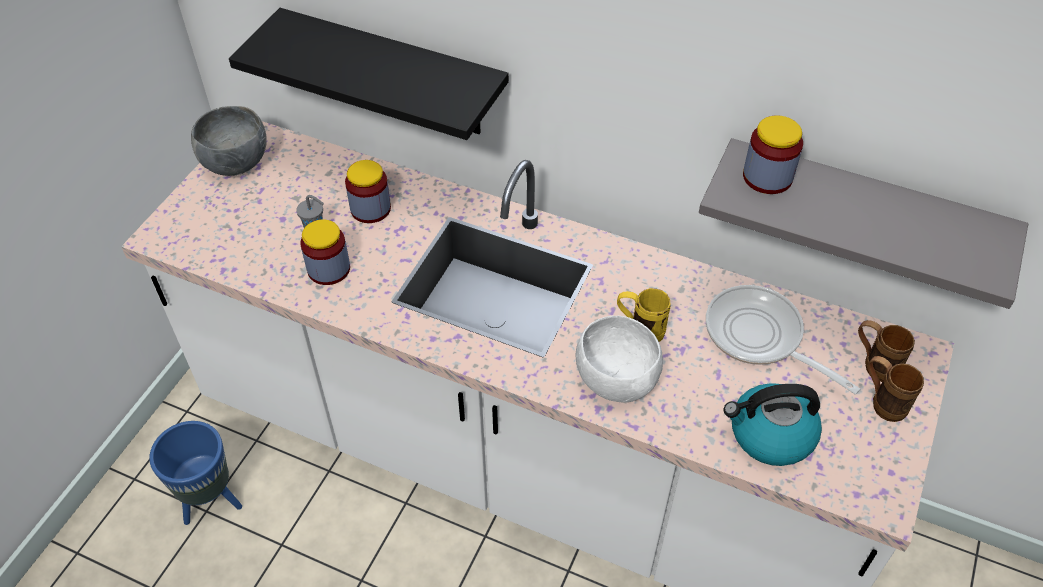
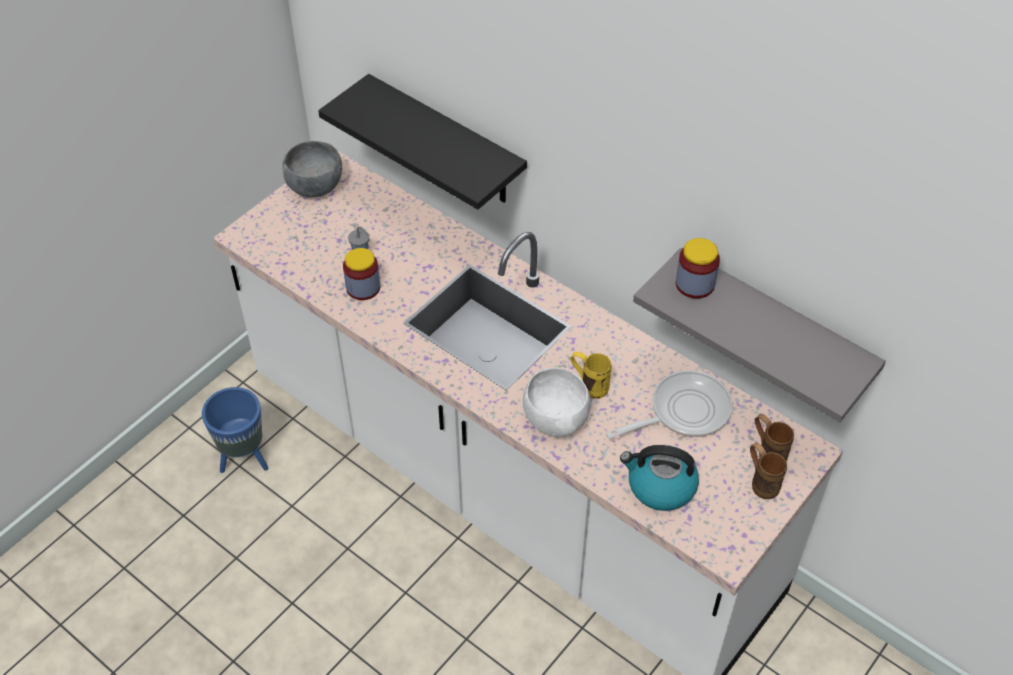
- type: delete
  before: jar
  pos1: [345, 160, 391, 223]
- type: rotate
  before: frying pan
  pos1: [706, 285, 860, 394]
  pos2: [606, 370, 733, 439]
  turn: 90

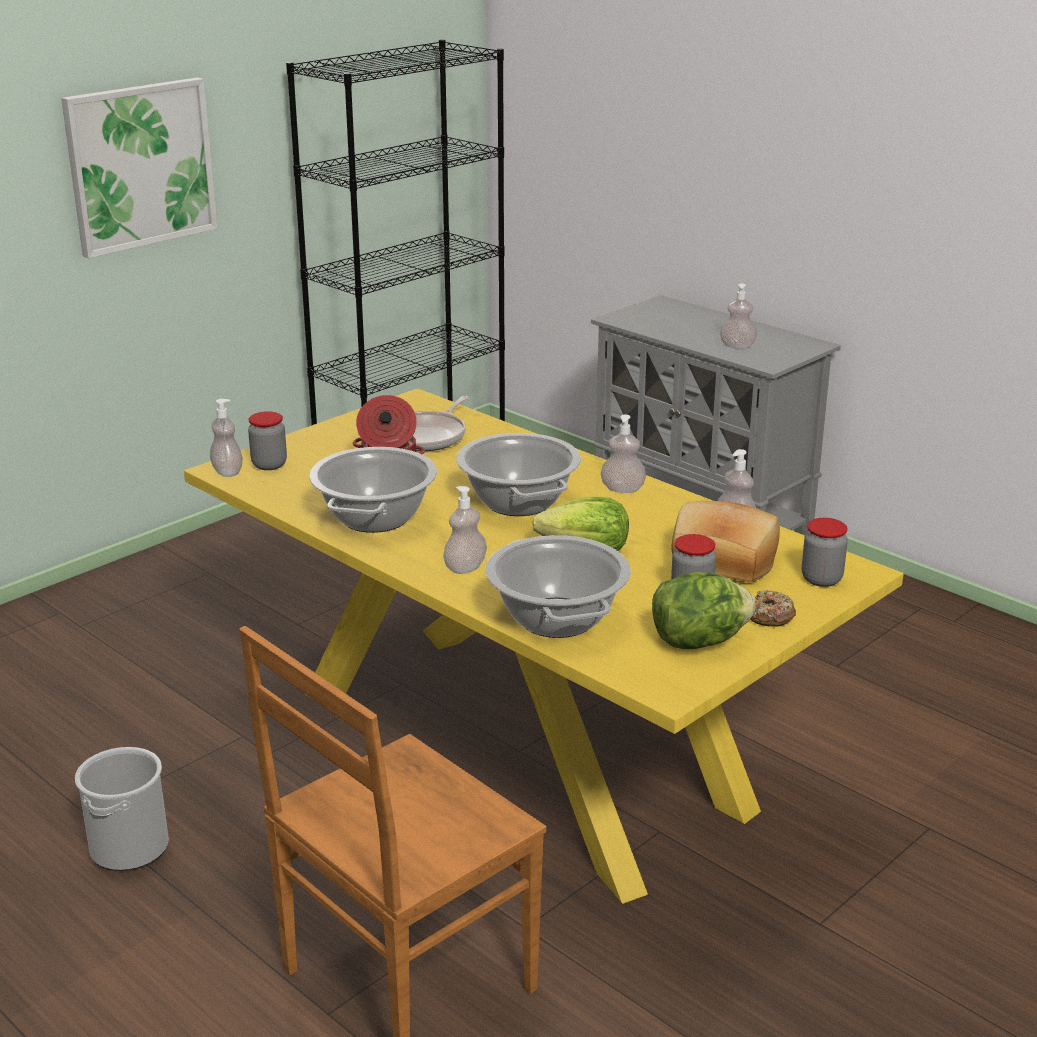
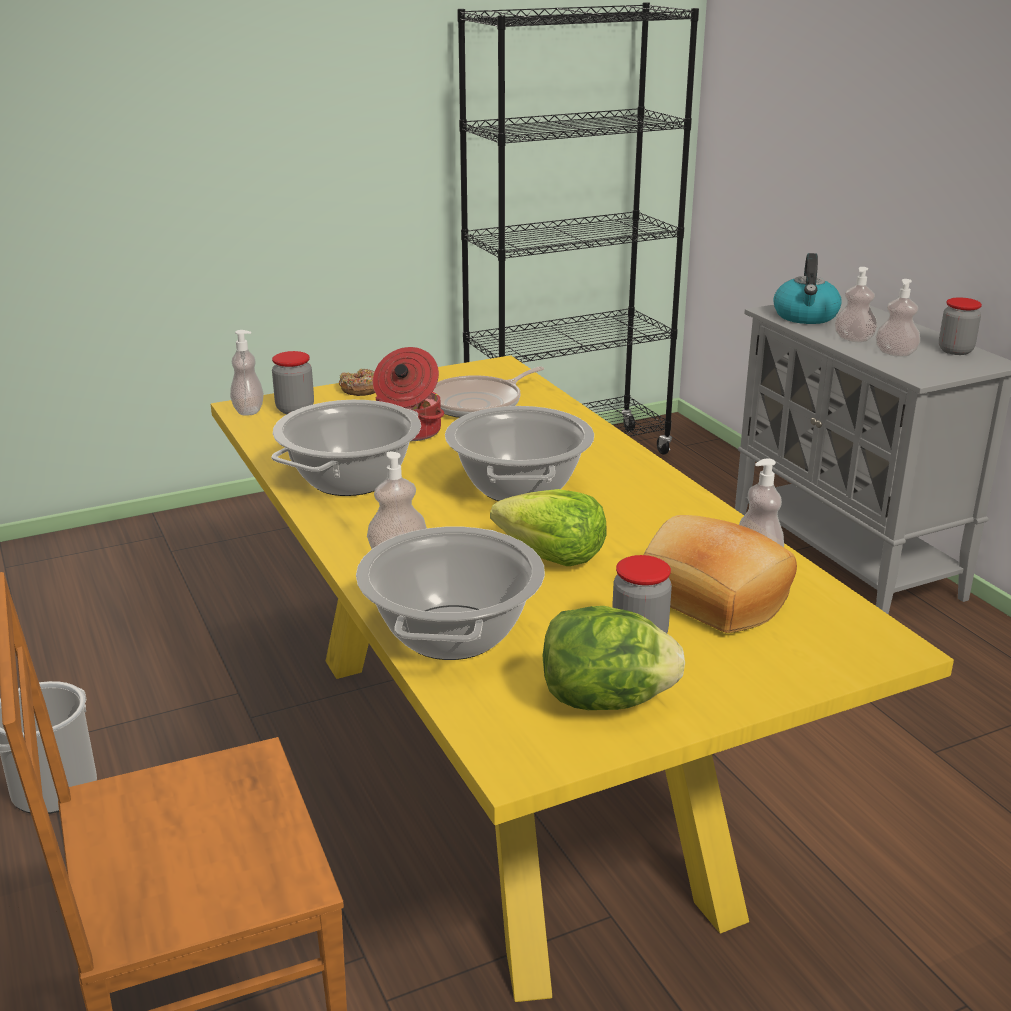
- type: delete
  before: picture
  pos1: [61, 77, 218, 258]
- type: move
  before: soap dispenser
  pos1: [601, 415, 646, 493]
  pos2: [834, 267, 877, 342]
- type: move
  before: donut
  pos1: [750, 590, 796, 627]
  pos2: [339, 369, 375, 396]
- type: move
  before: jar
  pos1: [802, 518, 848, 587]
  pos2: [939, 297, 982, 355]
- type: insert
  after: kettle
  pos2: [773, 253, 842, 324]

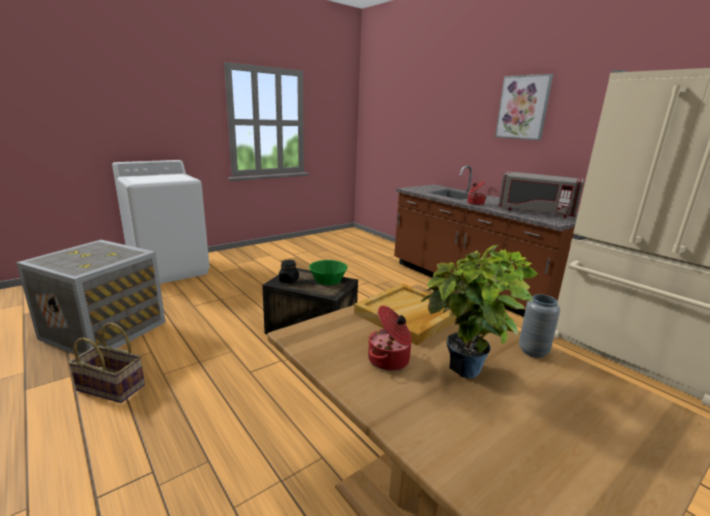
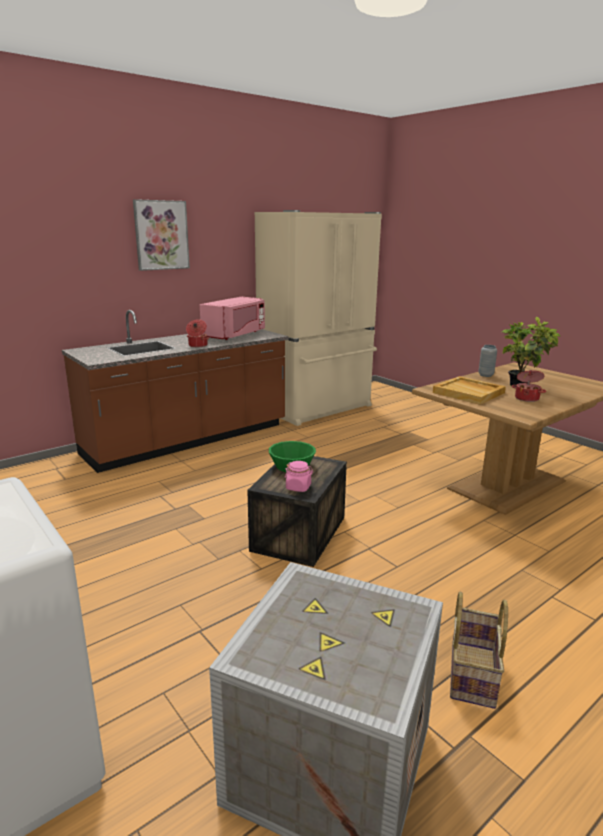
- type: recolor
  before: black jar
  after: pink jar
  pos1: [278, 260, 299, 283]
  pos2: [285, 461, 313, 492]
- type: recolor
  before: grey microwave
  after: pink microwave
  pos1: [498, 172, 584, 218]
  pos2: [200, 297, 265, 340]

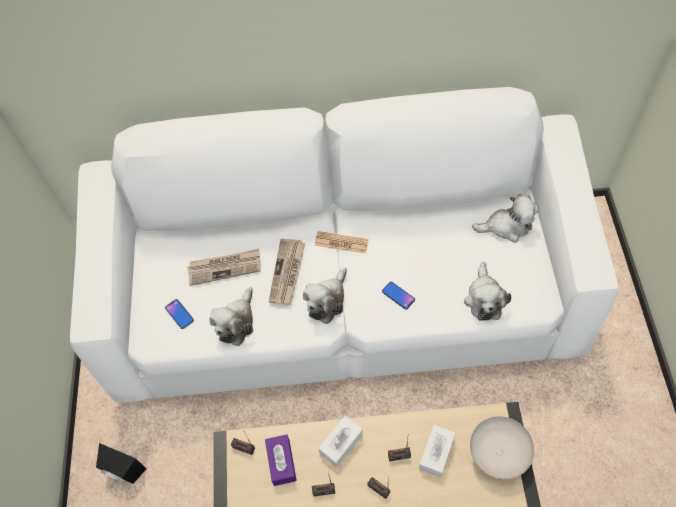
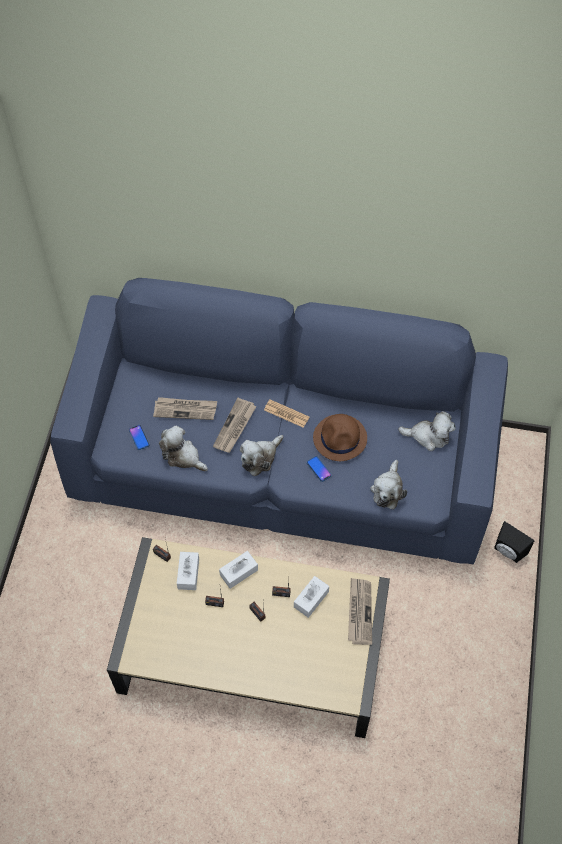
- type: recolor
  before: white sofa
  after: blue sofa
  pos1: [70, 87, 618, 402]
  pos2: [50, 278, 508, 565]
- type: move
  before: black speaker
  pos1: [96, 443, 146, 484]
  pos2: [494, 521, 534, 563]
- type: rotate
  before: plush toy
  pos1: [209, 287, 253, 346]
  pos2: [159, 426, 208, 471]
  turn: 90
- type: recolor
  before: purple tissue box
  after: white tissue box
  pos1: [265, 434, 297, 486]
  pos2: [177, 552, 199, 590]
- type: replace
  before: white bowl
  after: newspaper
  pos1: [470, 416, 534, 480]
  pos2: [348, 578, 372, 645]
- type: insert
  after: brown hat
  pos2: [313, 414, 367, 461]

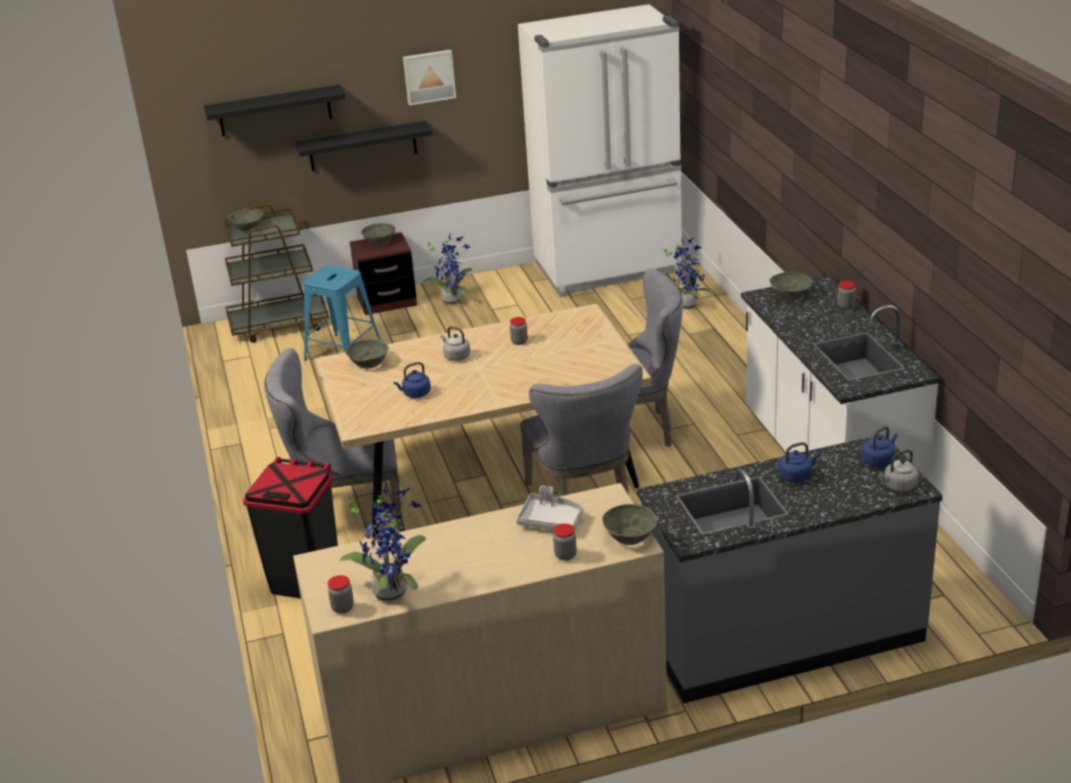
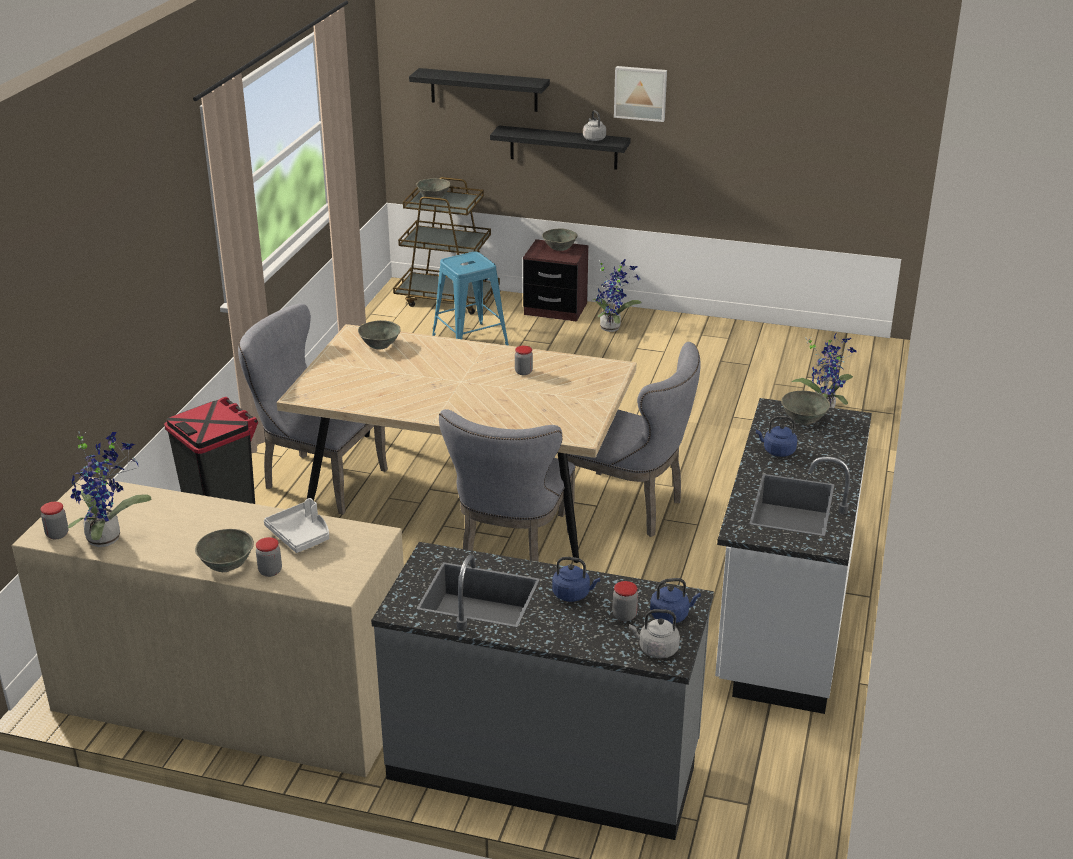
- type: move
  before: blue kettle
  pos1: [394, 362, 431, 398]
  pos2: [756, 416, 797, 457]
- type: move
  before: grey kettle
  pos1: [441, 326, 470, 361]
  pos2: [583, 110, 606, 141]
- type: delete
  before: white fridge
  pos1: [518, 4, 682, 297]
- type: move
  before: grey bowl
  pos1: [602, 504, 657, 545]
  pos2: [195, 529, 254, 572]
- type: move
  before: jar
  pos1: [837, 281, 856, 309]
  pos2: [613, 581, 638, 621]

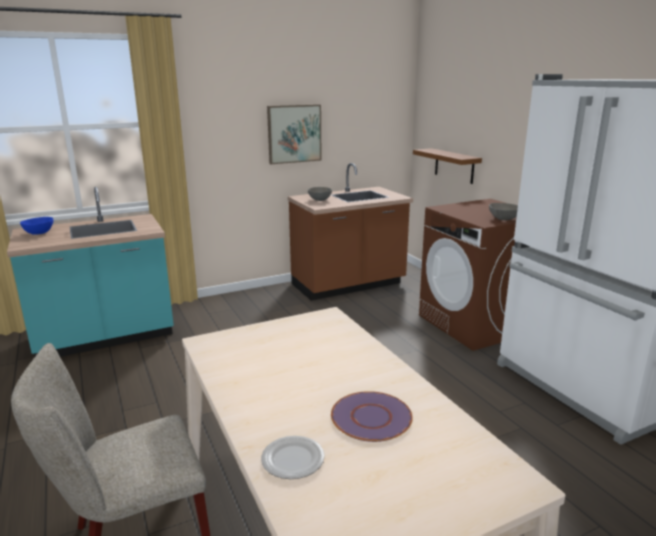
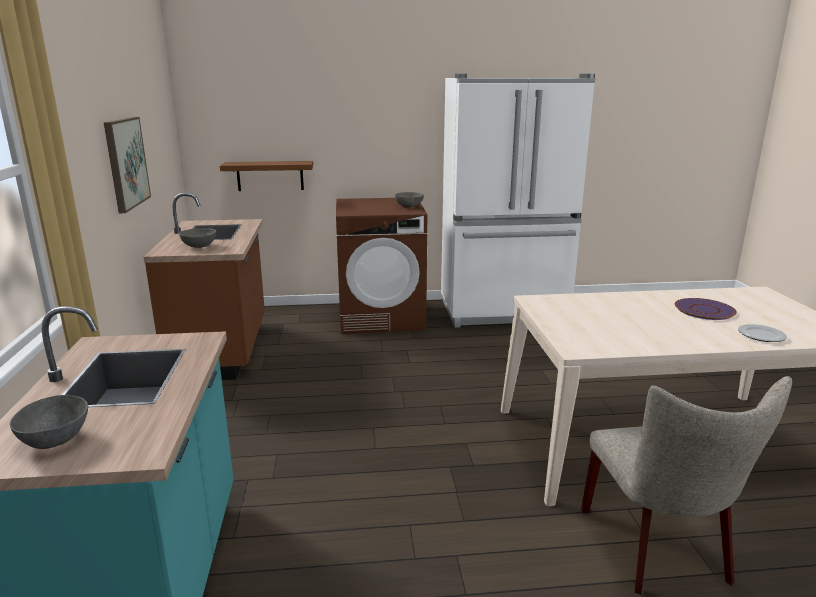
- type: recolor
  before: blue bowl
  after: grey bowl
  pos1: [20, 217, 53, 235]
  pos2: [10, 395, 88, 449]

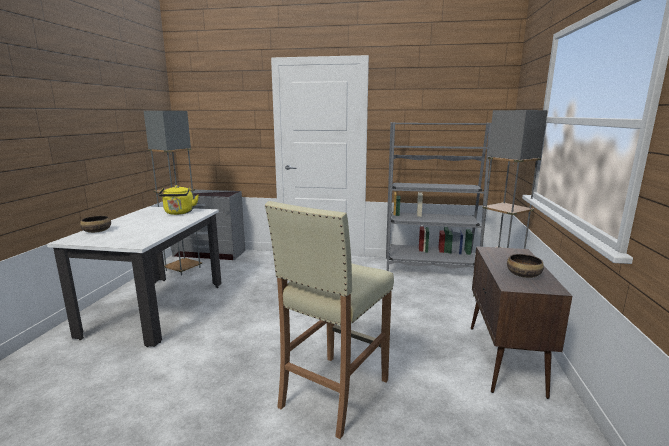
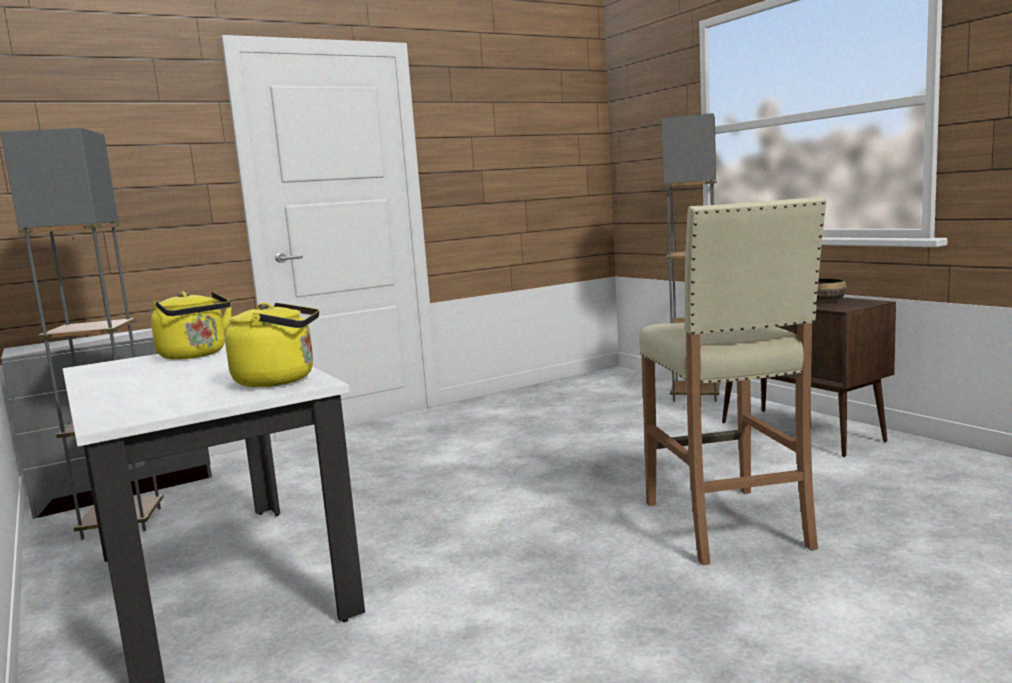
- type: delete
  before: bowl
  pos1: [80, 216, 111, 233]
- type: delete
  before: grey bookcase
  pos1: [386, 122, 492, 271]
- type: insert
  after: yellow kettle
  pos2: [225, 303, 319, 387]

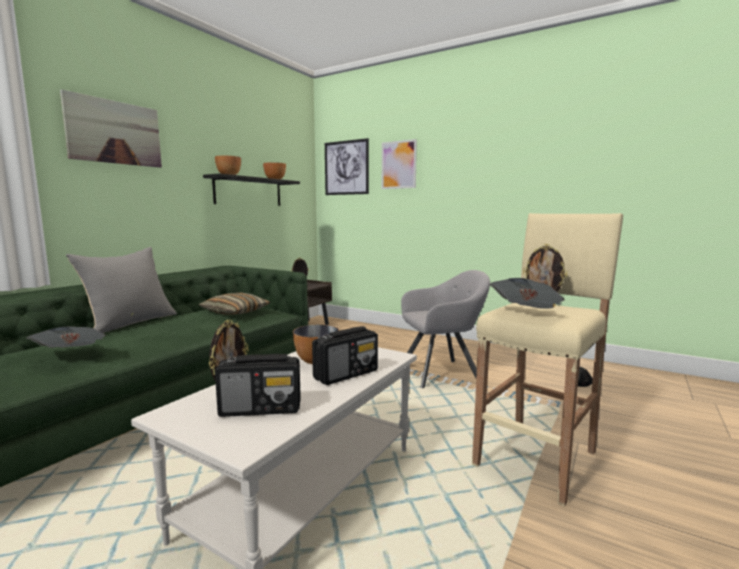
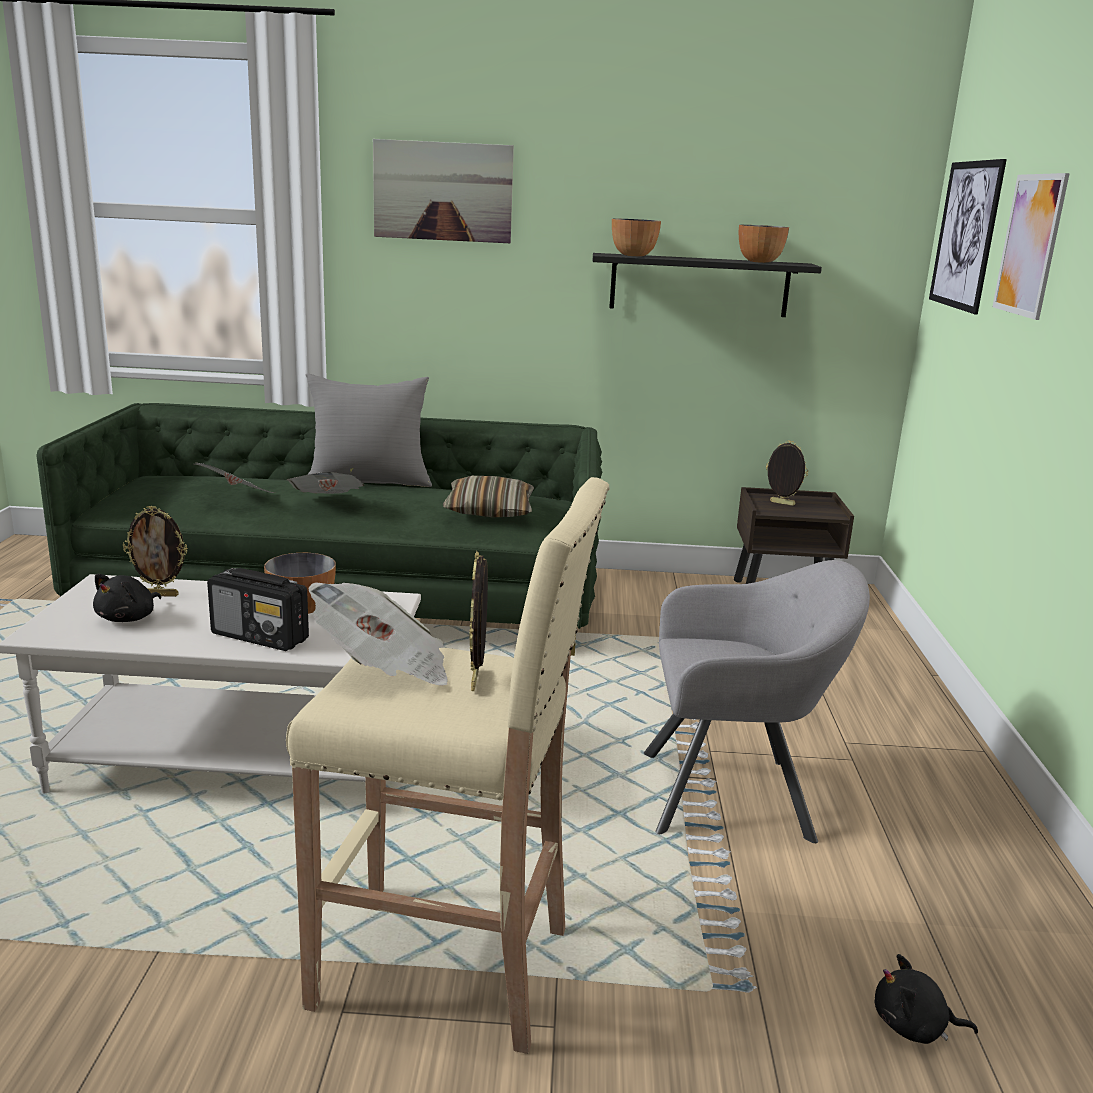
- type: replace
  before: radio
  after: black plush toy
  pos1: [215, 354, 301, 417]
  pos2: [93, 574, 161, 622]
- type: rotate
  before: grey armchair
  pos1: [401, 270, 490, 388]
  pos2: [644, 560, 870, 843]
  turn: -45
- type: insert
  after: newspaper
  pos2: [286, 472, 364, 494]

